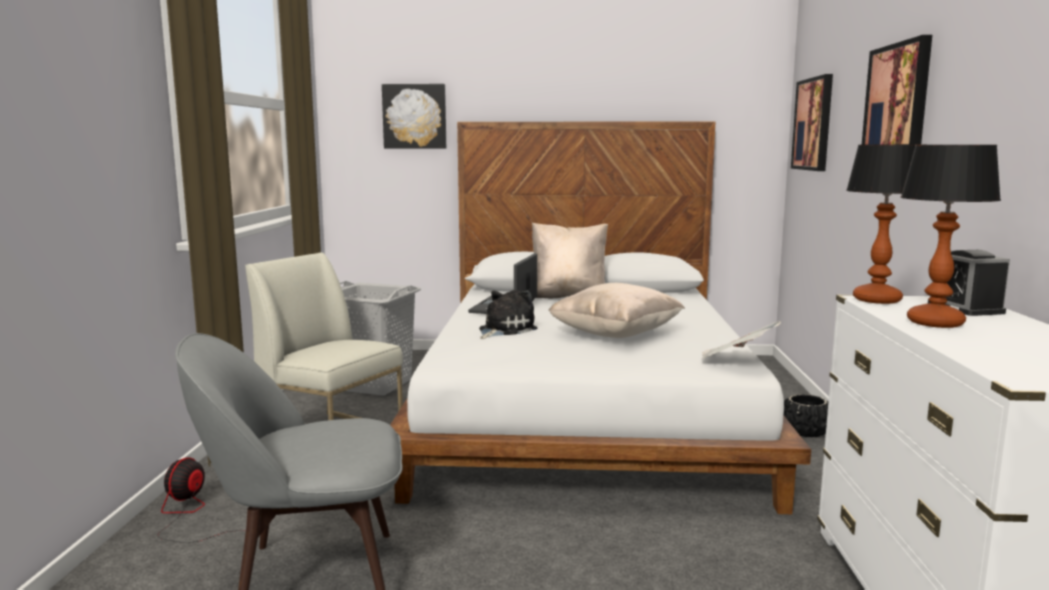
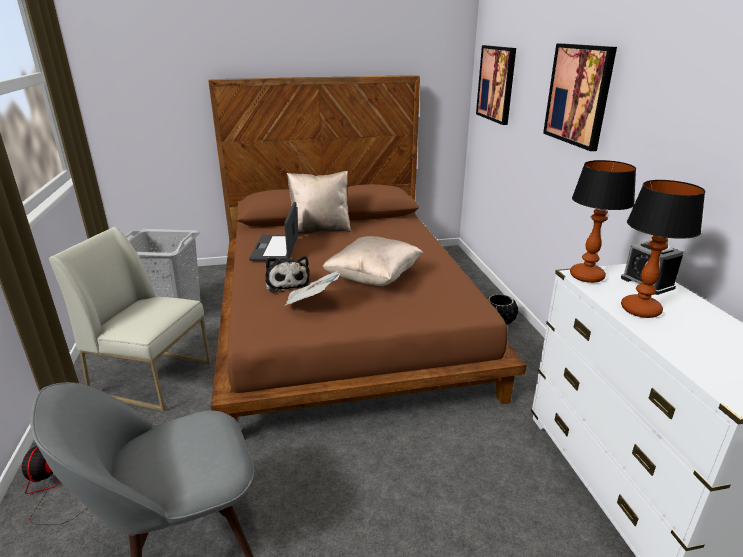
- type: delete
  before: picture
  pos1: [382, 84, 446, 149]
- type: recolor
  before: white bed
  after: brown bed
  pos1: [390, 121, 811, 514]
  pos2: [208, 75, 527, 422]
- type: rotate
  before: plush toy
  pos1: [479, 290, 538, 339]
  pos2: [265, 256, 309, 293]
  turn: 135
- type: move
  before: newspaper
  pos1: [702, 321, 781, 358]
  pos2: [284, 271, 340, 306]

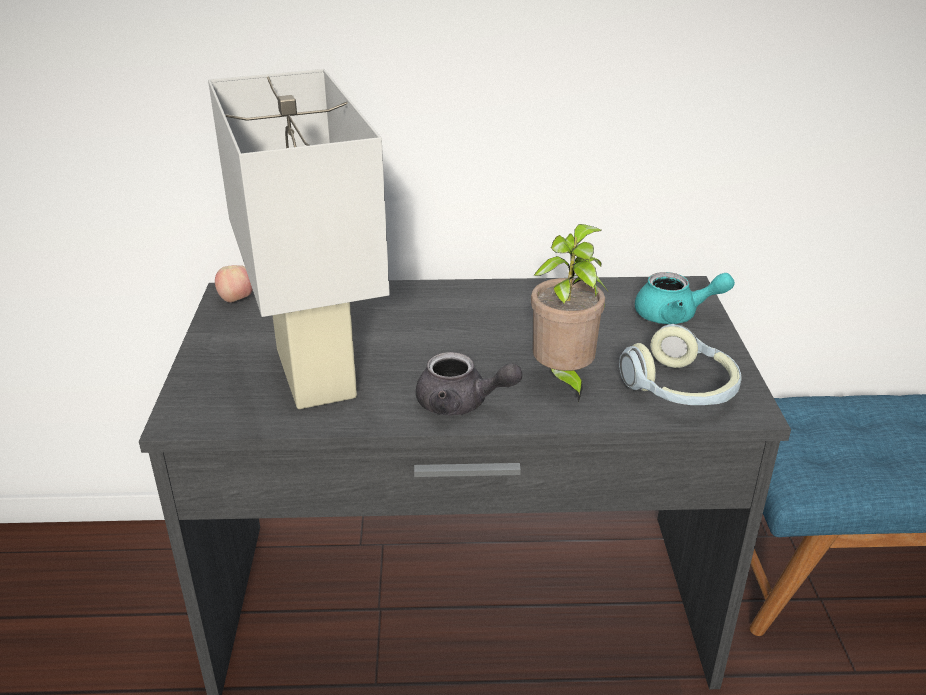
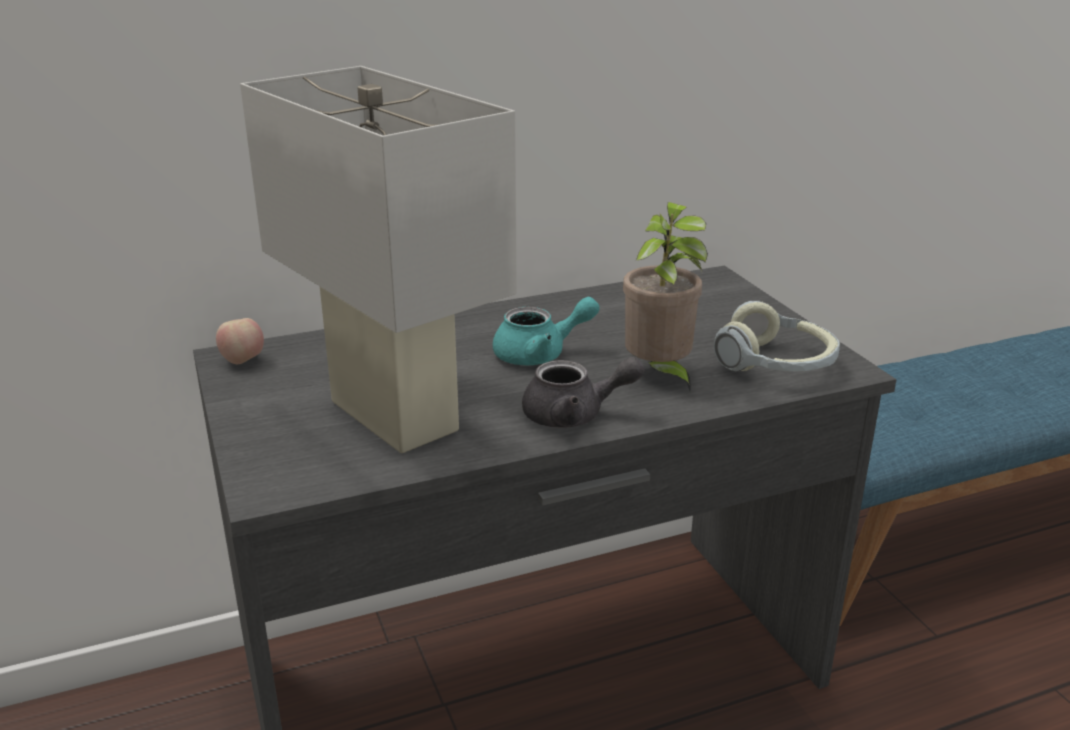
- type: move
  before: turquoise teapot
  pos1: [635, 272, 735, 324]
  pos2: [493, 297, 600, 365]

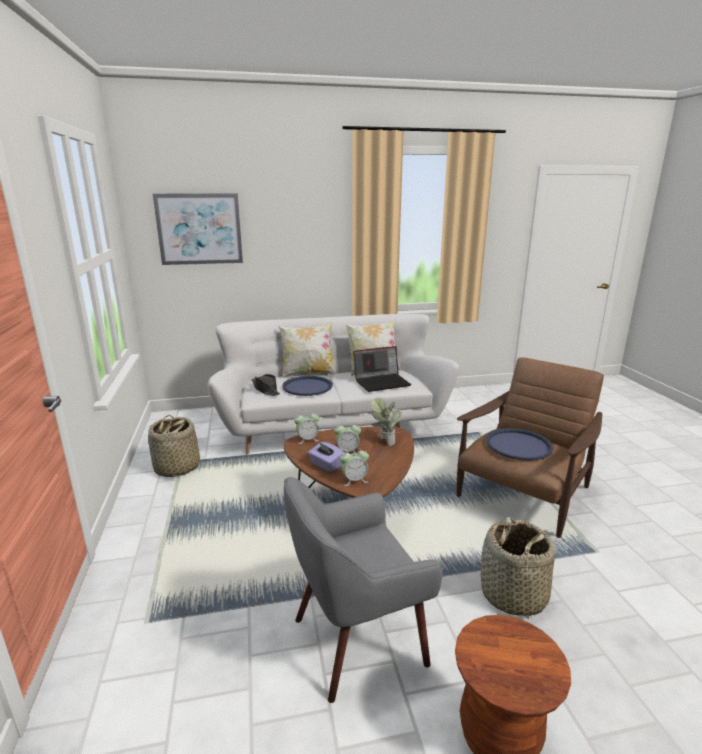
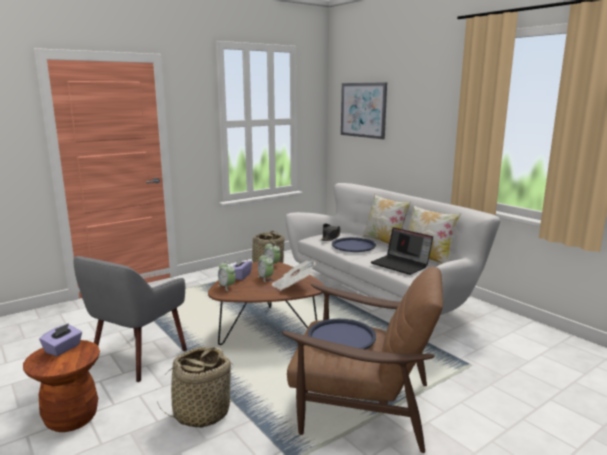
- type: rotate
  before: grey armchair
  pos1: [284, 477, 443, 703]
  pos2: [73, 256, 187, 382]
  turn: -105
- type: replace
  before: potted plant
  after: newspaper
  pos1: [371, 397, 402, 446]
  pos2: [272, 261, 316, 291]
- type: insert
  after: purple tissue box
  pos2: [39, 323, 82, 356]

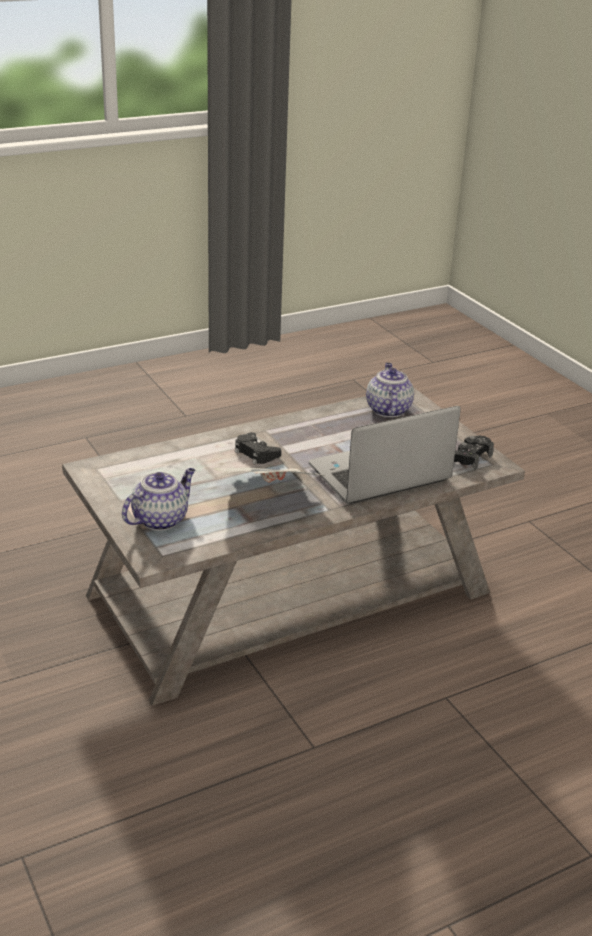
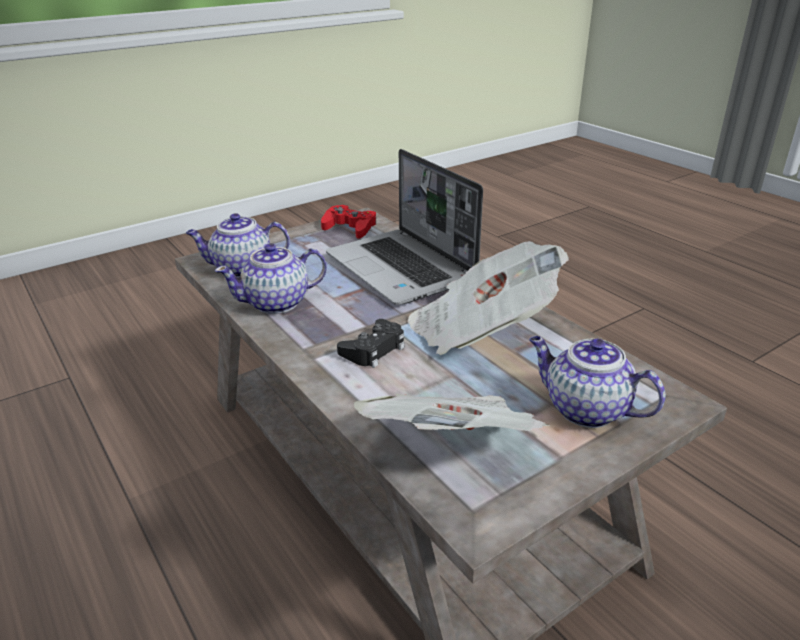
- type: recolor
  before: black game controller
  after: red game controller
  pos1: [454, 435, 494, 470]
  pos2: [321, 205, 376, 239]
- type: insert
  after: teapot
  pos2: [215, 243, 327, 314]
- type: insert
  after: newspaper
  pos2: [353, 394, 550, 431]

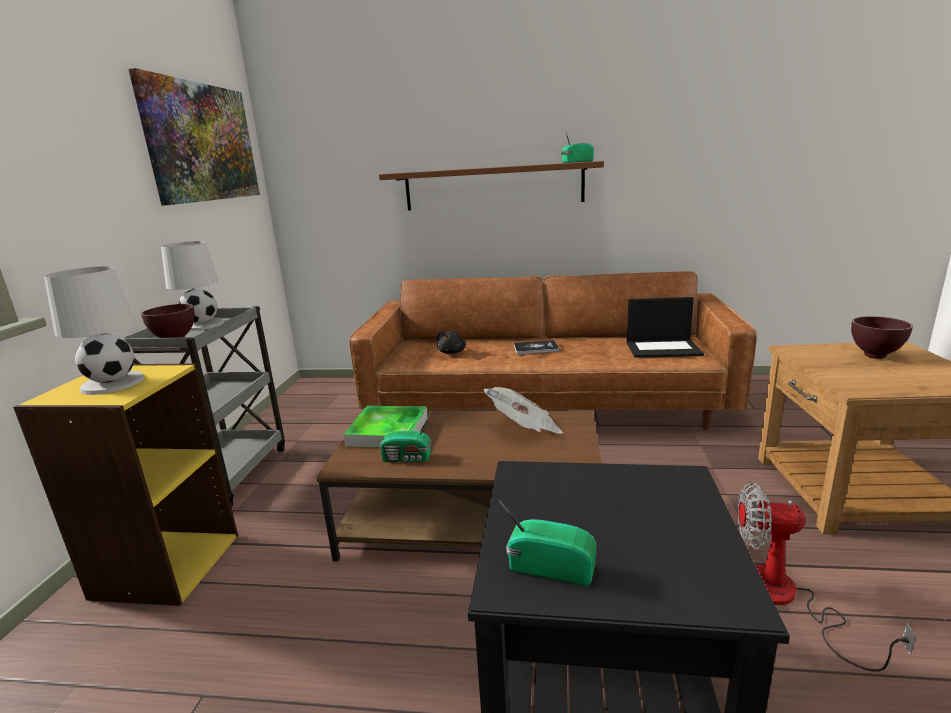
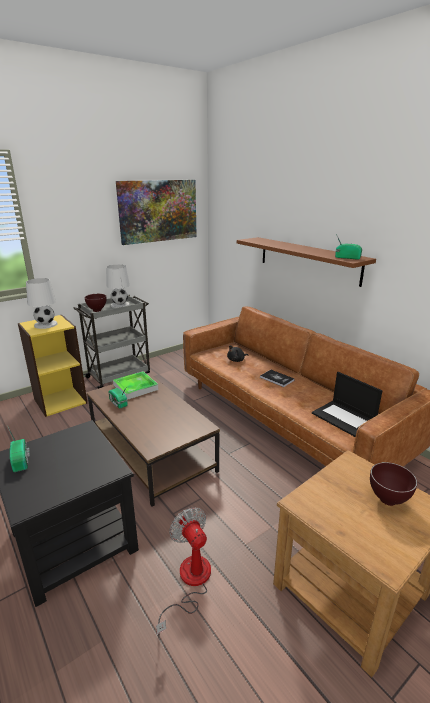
- type: delete
  before: newspaper
  pos1: [484, 387, 563, 434]

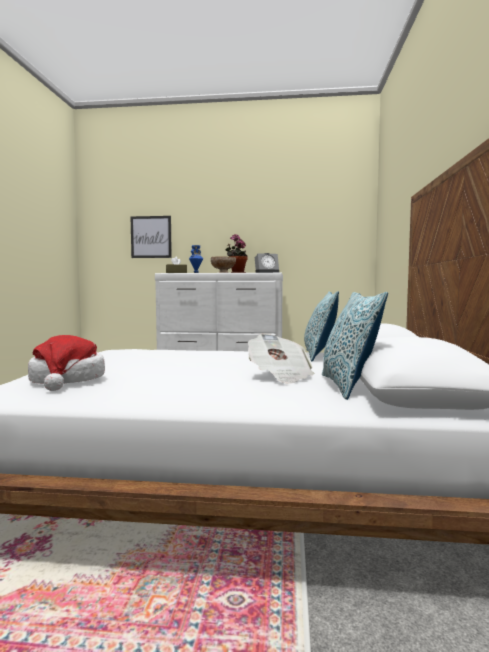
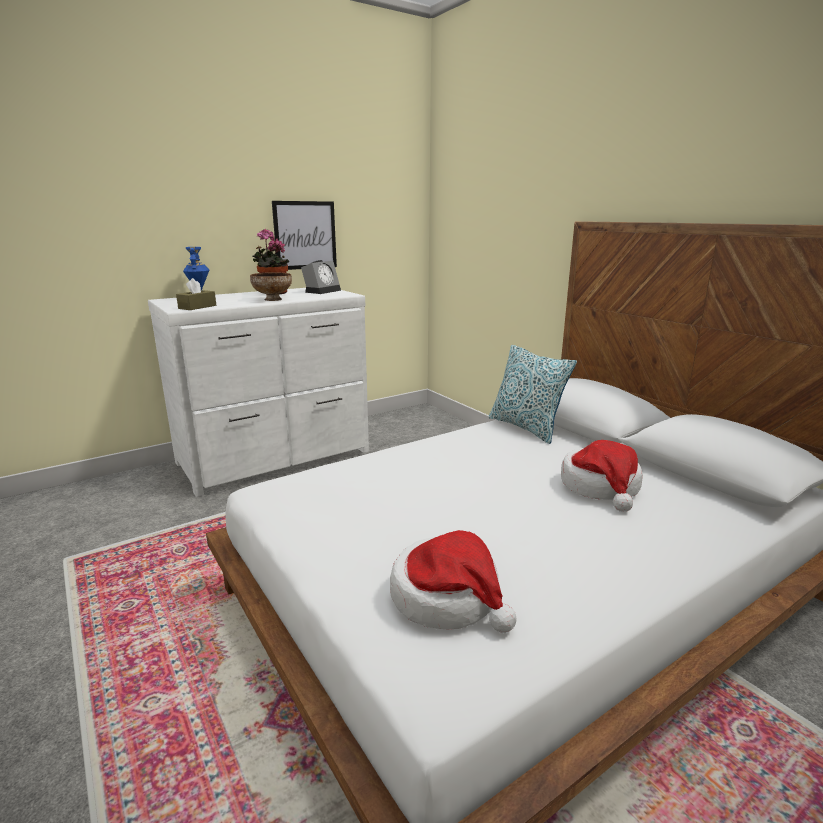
- type: move
  before: picture
  pos1: [130, 216, 172, 258]
  pos2: [272, 201, 337, 270]
- type: replace
  before: newspaper
  after: hat
  pos1: [248, 334, 314, 384]
  pos2: [561, 440, 643, 512]
- type: delete
  before: pillow
  pos1: [322, 292, 388, 400]

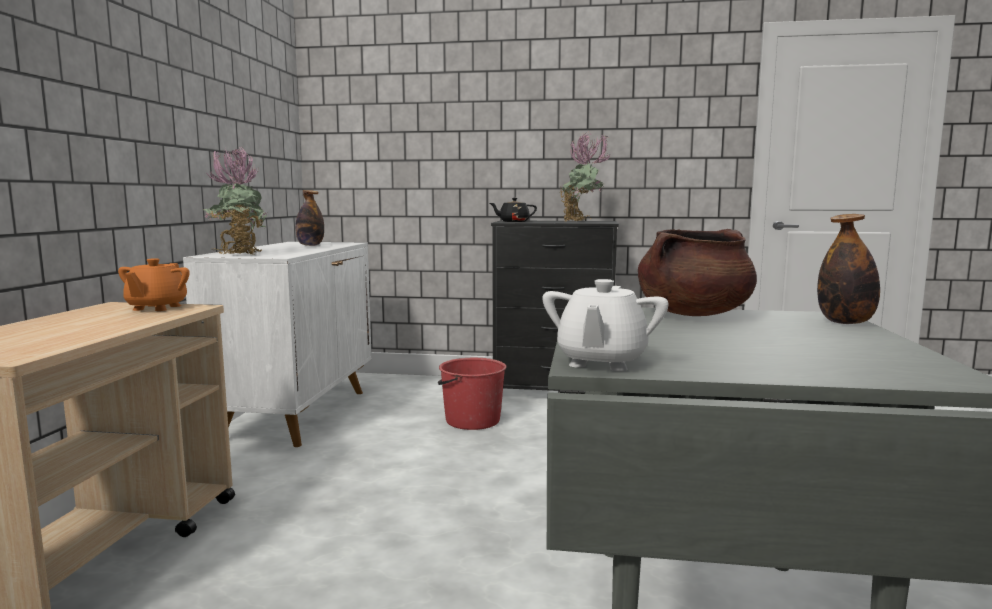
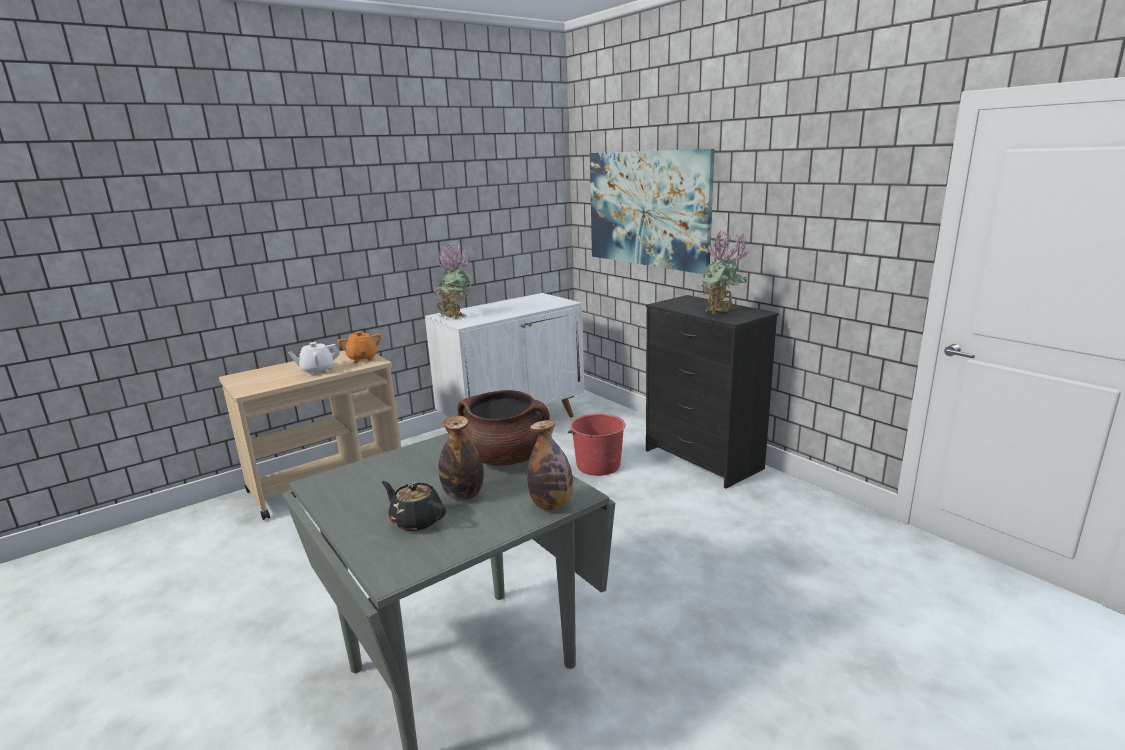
- type: rotate
  before: orange teapot
  pos1: [118, 258, 190, 311]
  pos2: [337, 331, 381, 363]
  turn: 105
- type: move
  before: bottle
  pos1: [295, 190, 324, 246]
  pos2: [438, 416, 484, 500]
- type: move
  before: black teapot
  pos1: [490, 198, 537, 222]
  pos2: [382, 481, 446, 531]
- type: move
  before: white teapot
  pos1: [542, 279, 669, 371]
  pos2: [288, 342, 340, 375]
- type: insert
  after: picture
  pos2: [590, 149, 715, 275]

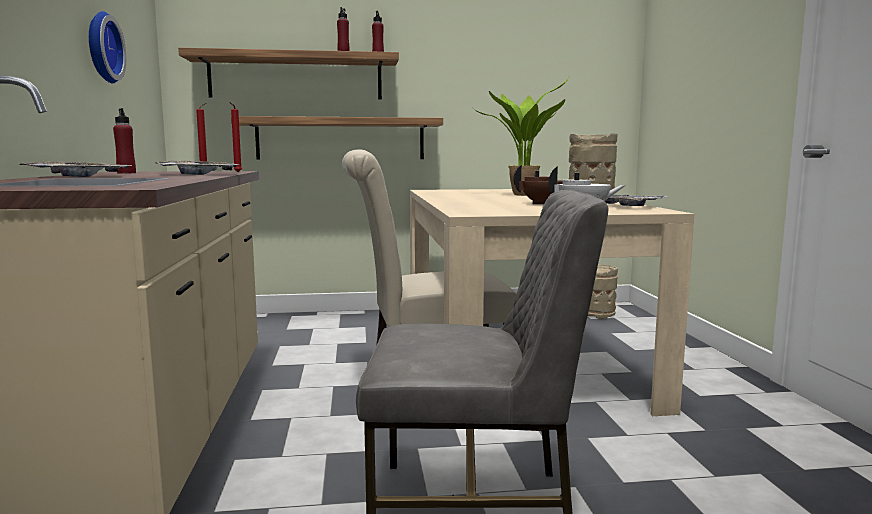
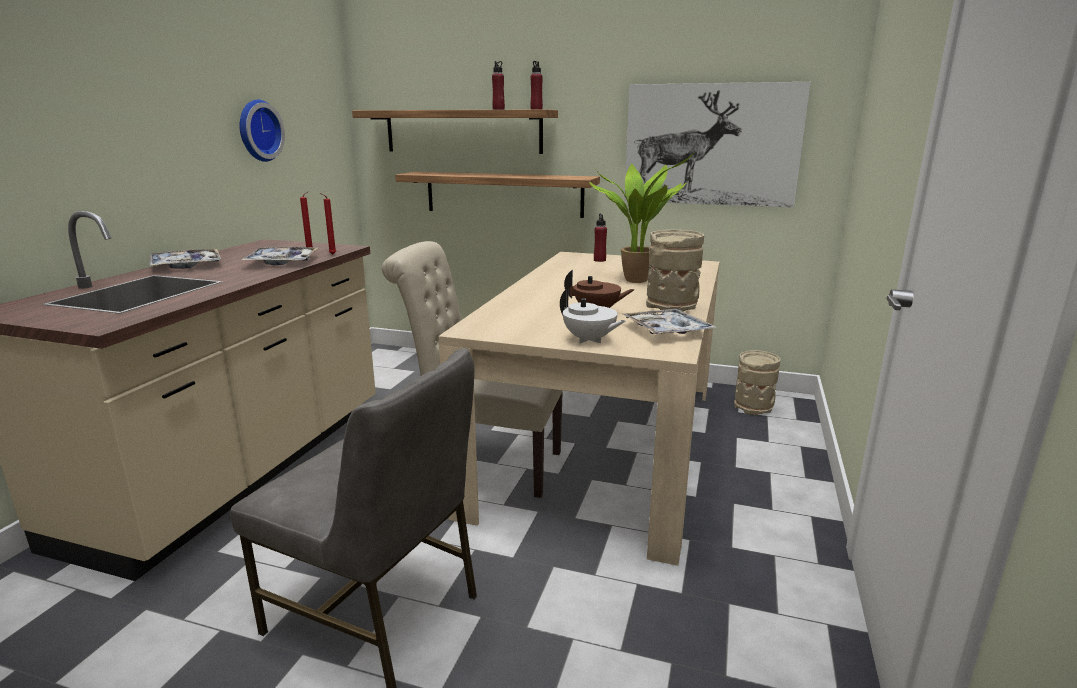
- type: move
  before: red bottle
  pos1: [113, 108, 136, 174]
  pos2: [594, 214, 607, 262]
- type: insert
  after: picture
  pos2: [624, 82, 811, 208]

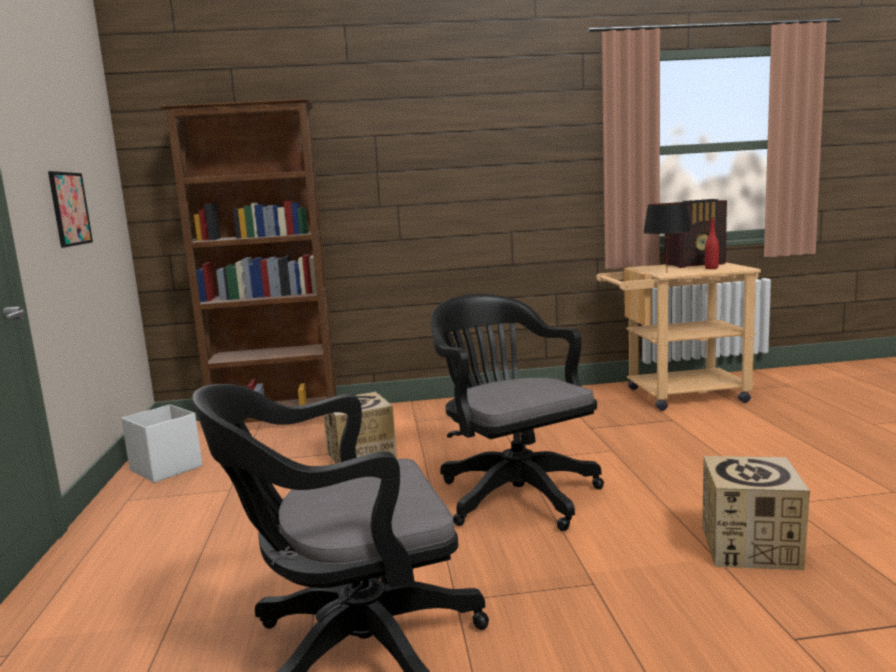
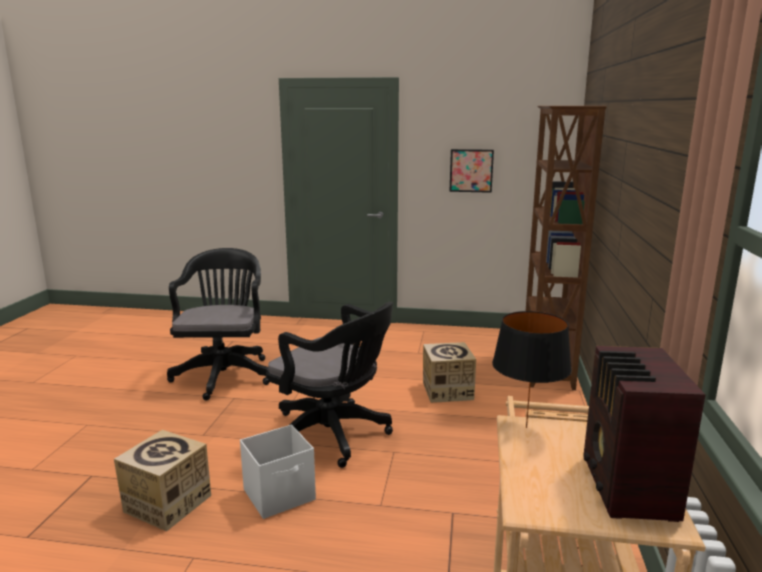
- type: move
  before: white storage box
  pos1: [121, 404, 202, 483]
  pos2: [240, 425, 316, 519]
- type: rotate
  before: black office chair
  pos1: [431, 294, 604, 531]
  pos2: [266, 302, 393, 468]
  turn: 45
- type: delete
  before: red bottle
  pos1: [705, 218, 719, 269]

